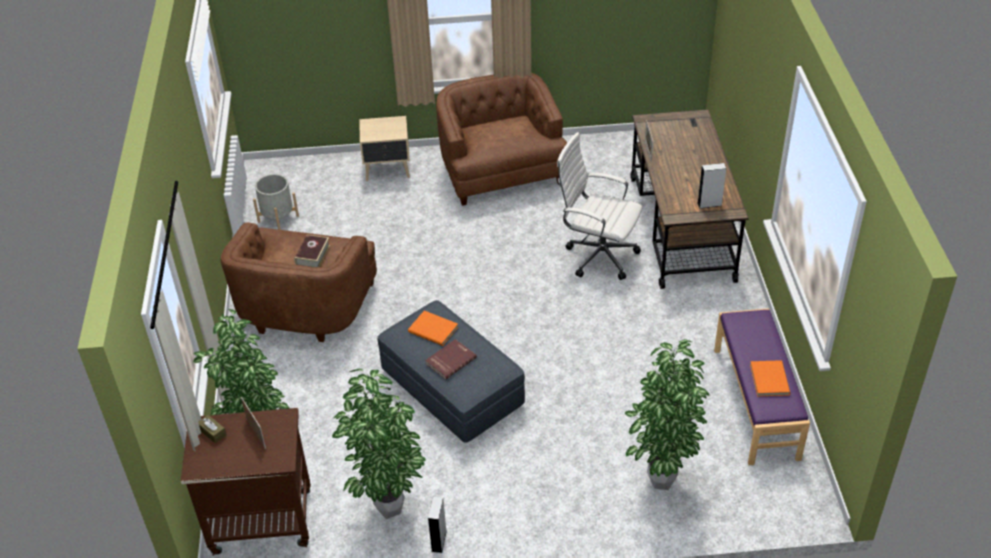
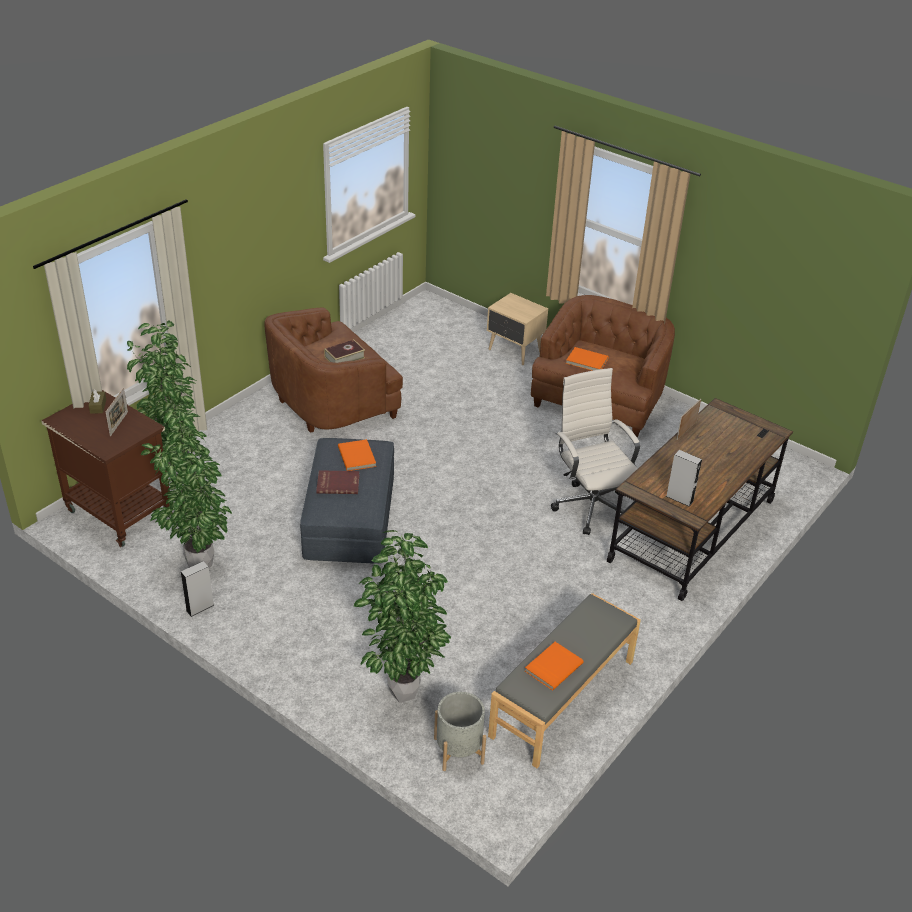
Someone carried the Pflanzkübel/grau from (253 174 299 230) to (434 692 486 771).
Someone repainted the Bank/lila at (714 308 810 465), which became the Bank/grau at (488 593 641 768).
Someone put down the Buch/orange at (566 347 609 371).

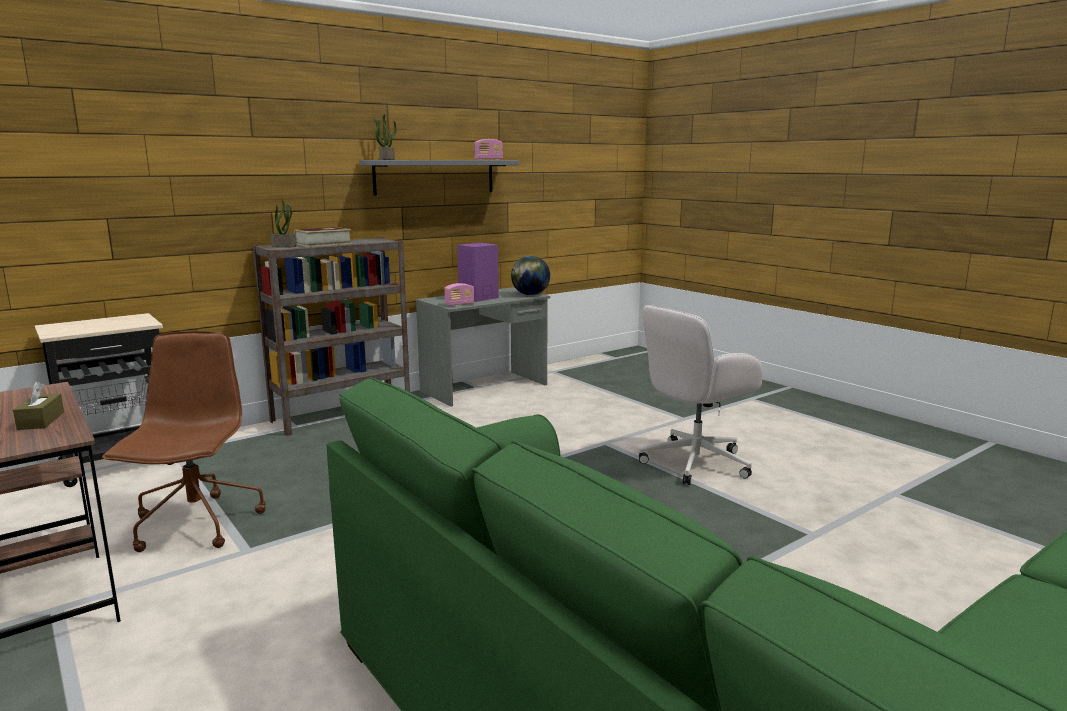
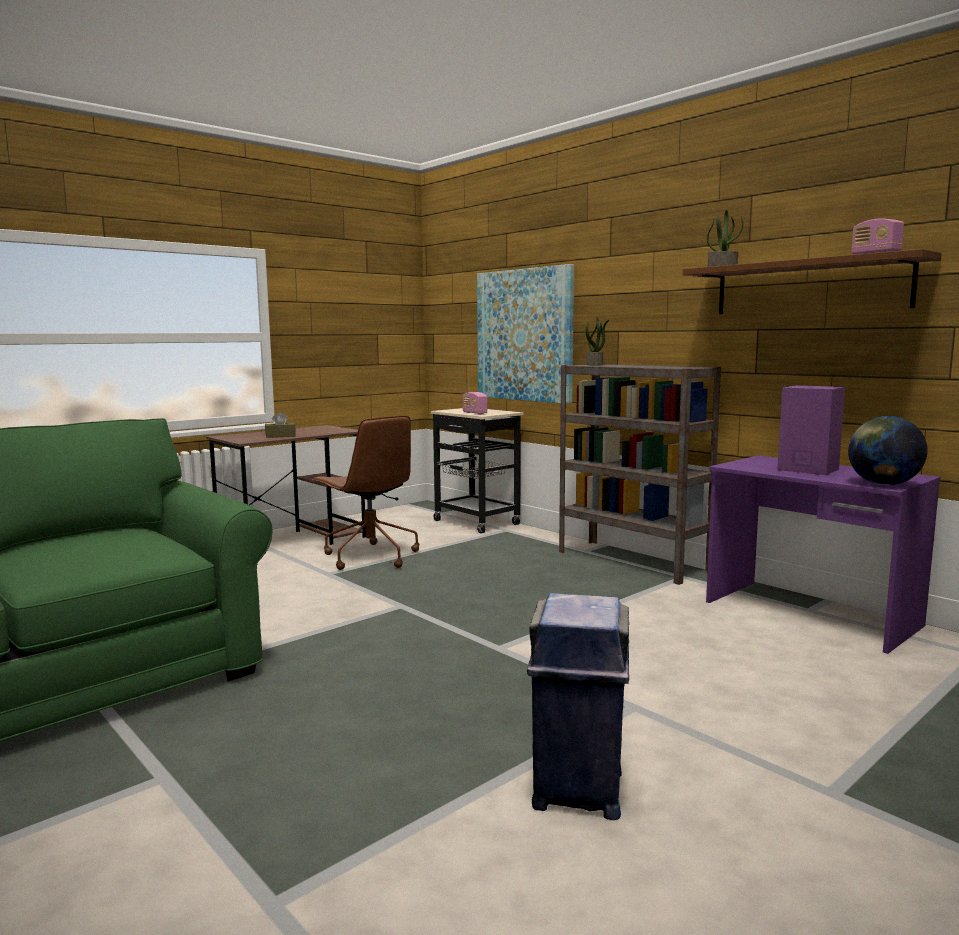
Someone repainted the Wandregal/grau at (360 160 519 196), which became the Wandregal/braun at (683 249 942 314).
Someone took away the Buch at (294 227 352 247).
Someone carried the Radio from (445 283 474 306) to (463 392 487 415).
Someone repainted the Schreibtisch/grau at (416 287 550 407), which became the Schreibtisch/lila at (706 456 941 654).
Someone swapped the Bürostuhl/weiß at (639 305 763 485) for the Mülleimer/blau at (527 593 629 820).
Someone rotated the Bürostuhl/braun at (102 331 266 552) by 60 degrees clockwise.
Someone put up the Bild at (477 264 574 404).

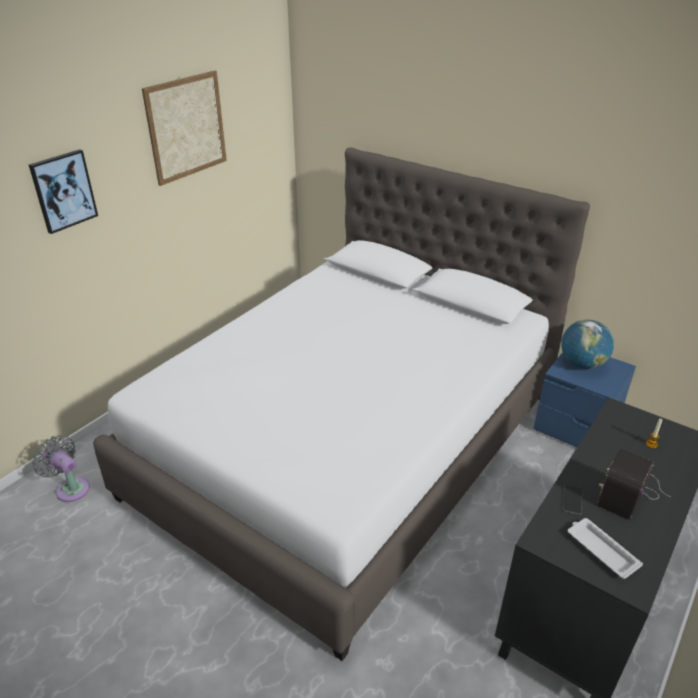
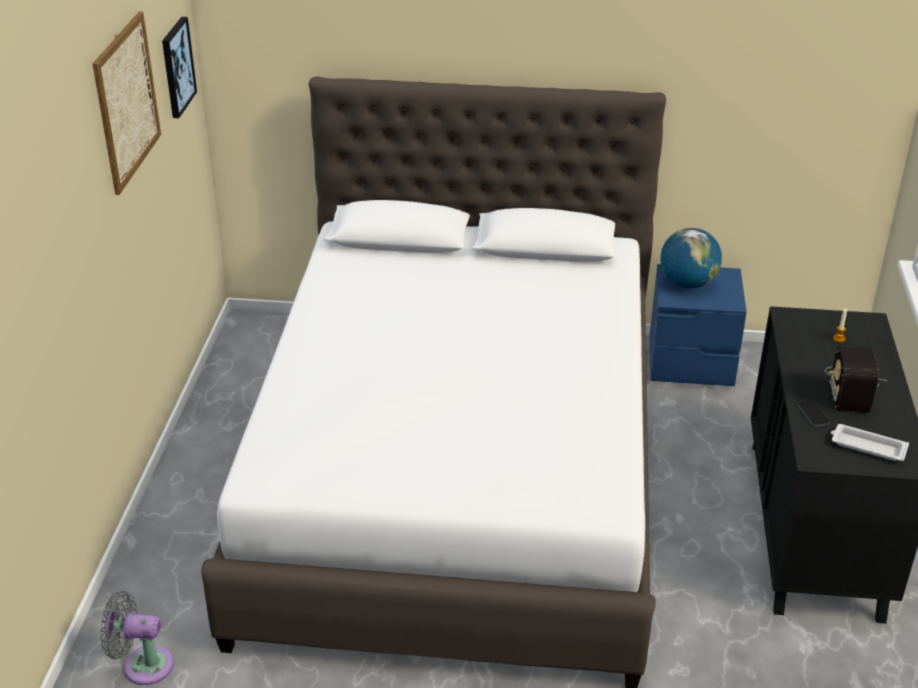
Someone carried the Bild from (29 149 98 234) to (162 17 197 118).

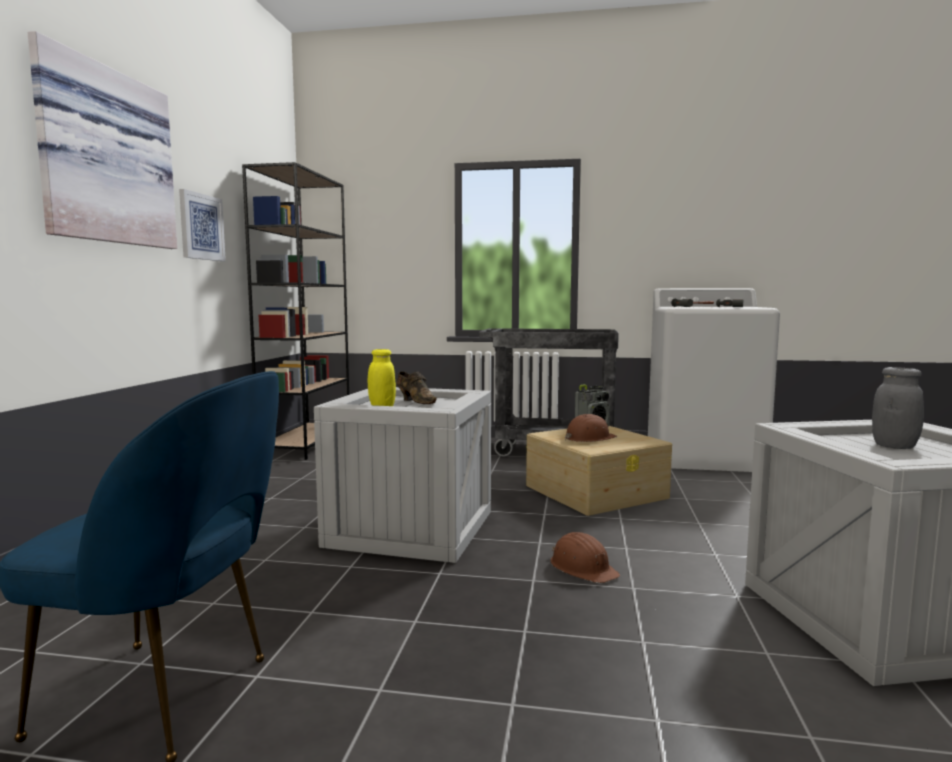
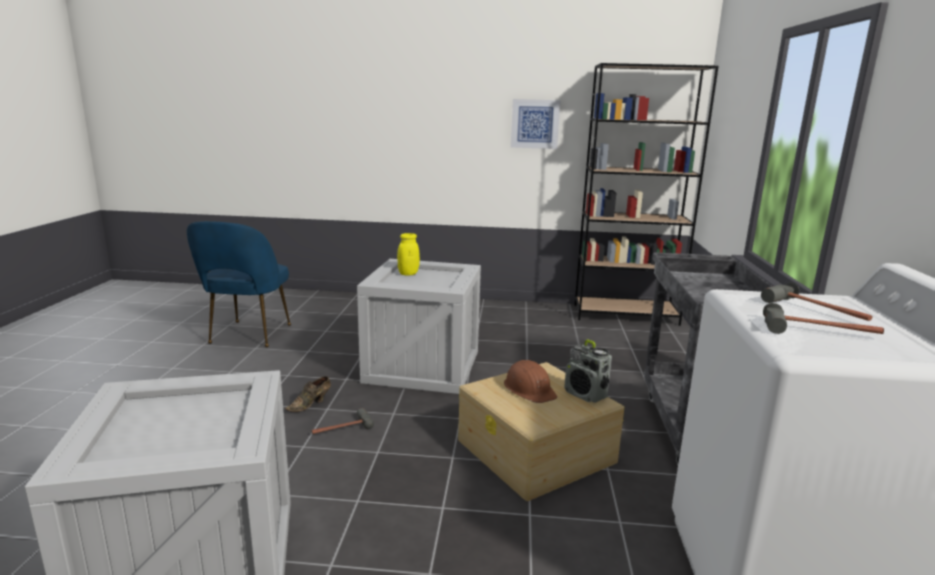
Someone took away the Bild at (28 31 177 249).
Someone took away the Vorratsglas/grau at (872 367 924 449).
Someone carried the Schuh/braun from (397 371 437 404) to (285 376 331 412).
Someone swapped the Schutzhelm/braun at (550 532 620 583) for the Hammer at (311 408 374 434).

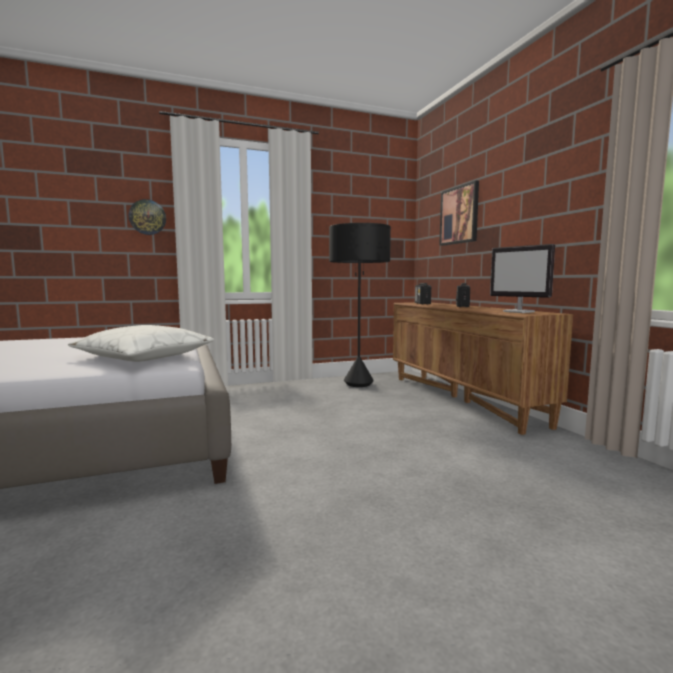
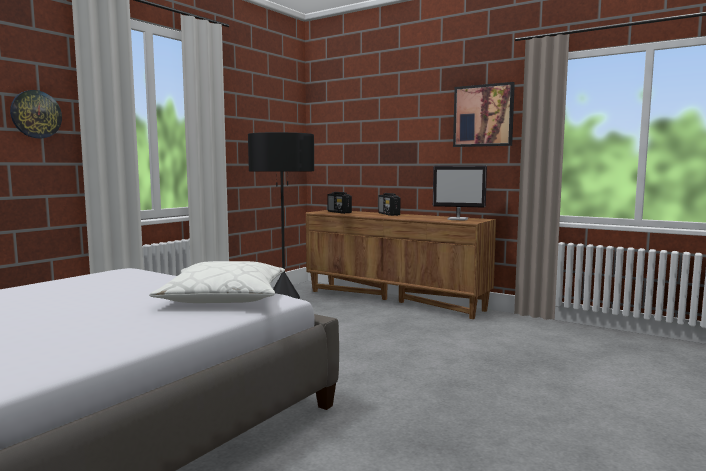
Someone carried the Bild from (439 180 479 246) to (453 82 515 147).

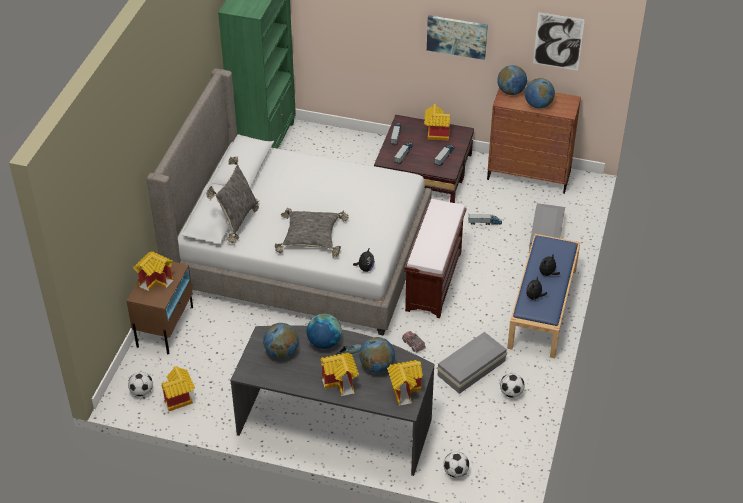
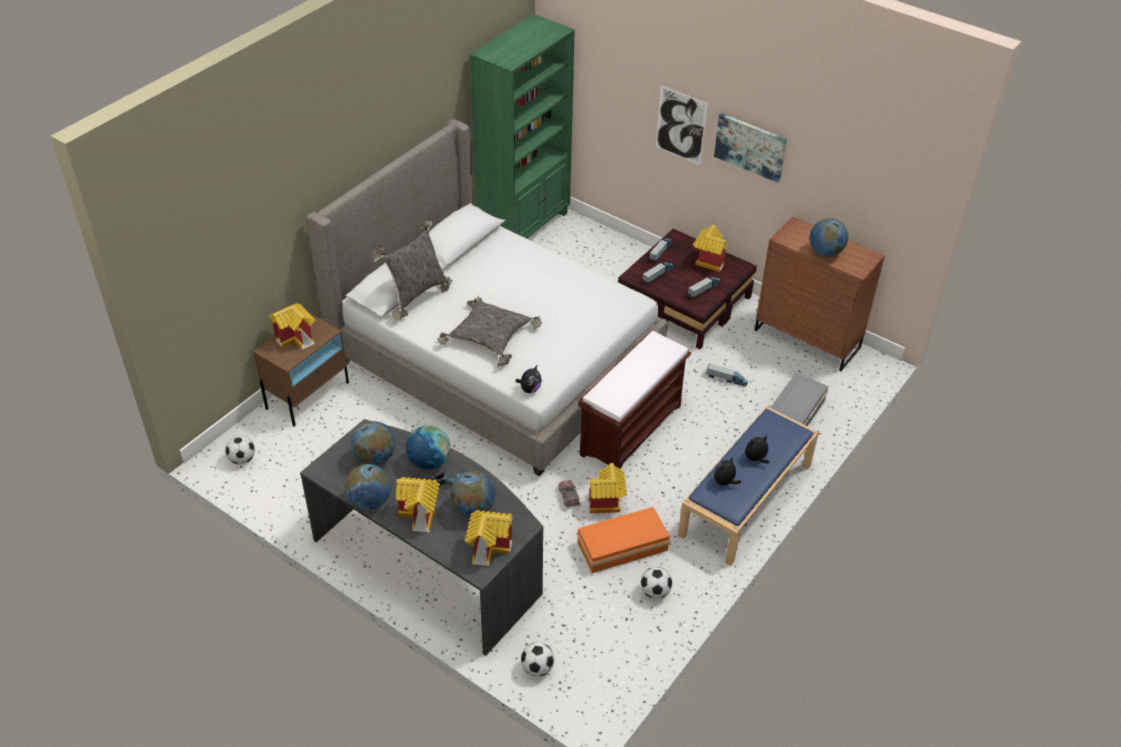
Someone carried the Bild from (533 12 585 71) to (656 85 708 166).
Someone carried the Globus from (497 65 527 95) to (345 464 391 510).
Someone repainted the Aufbewahrungsbox/grau at (437 332 507 394), which became the Aufbewahrungsbox/orange at (577 507 670 573).
Someone carried the Spielzeughaus from (161 366 195 411) to (589 463 627 513).

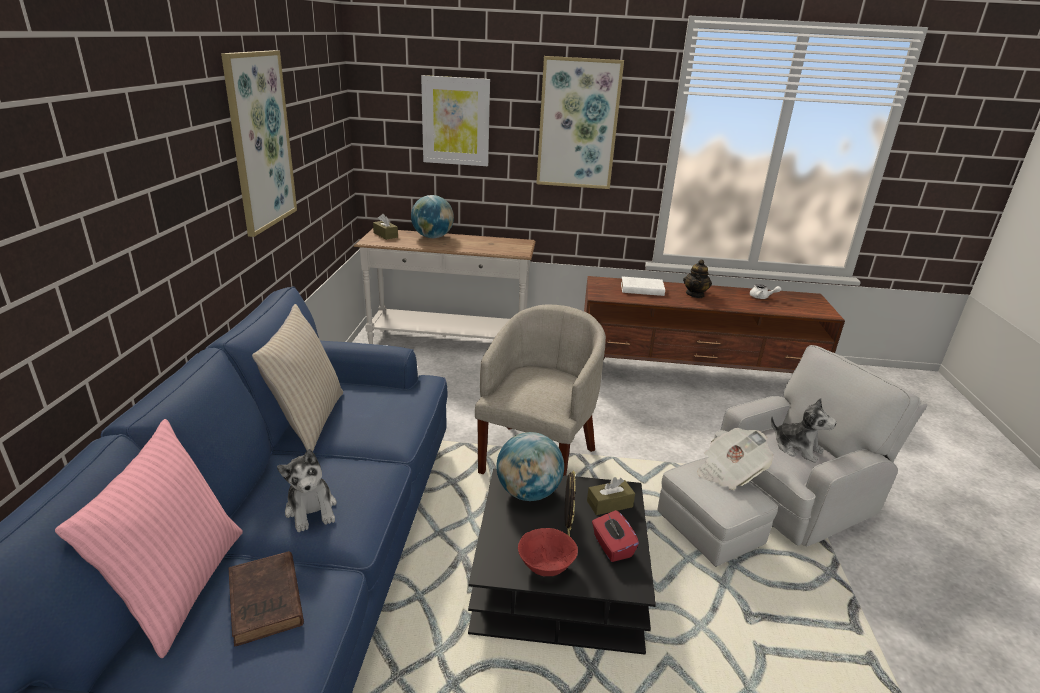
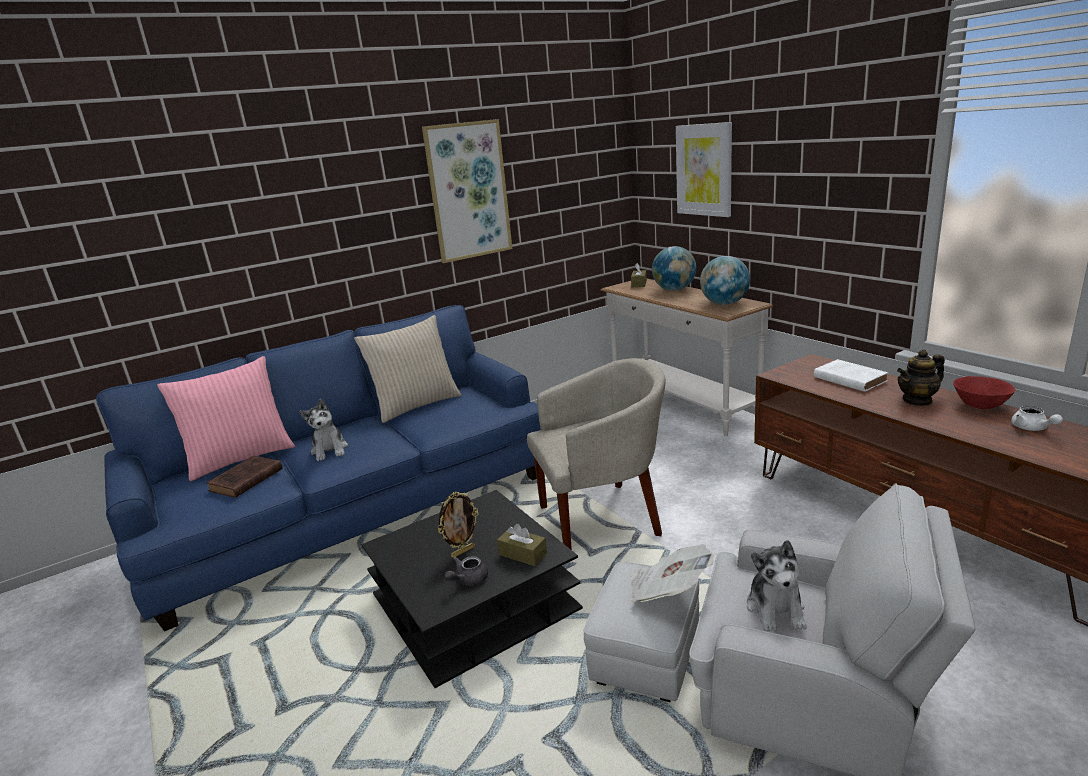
Someone took away the Bild at (536 56 624 189).
Someone carried the Globus from (497 432 564 501) to (700 256 750 305).
Someone rotated the Plüschtier at (277 449 337 532) by 45 degrees counterclockwise.
Someone swapped the Taschentuchbox/rot at (592 510 639 562) for the Teekanne/grau at (445 556 488 586).
Someone carried the Schüssel/rot from (518 528 578 576) to (953 376 1015 409).

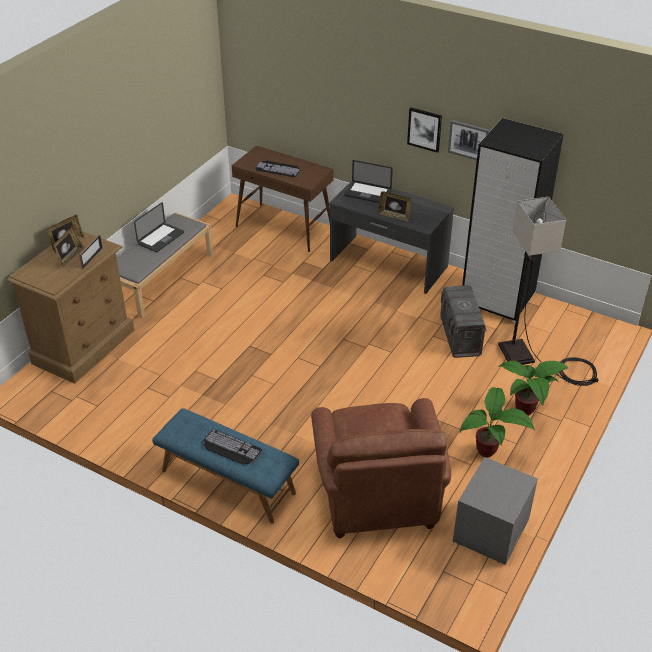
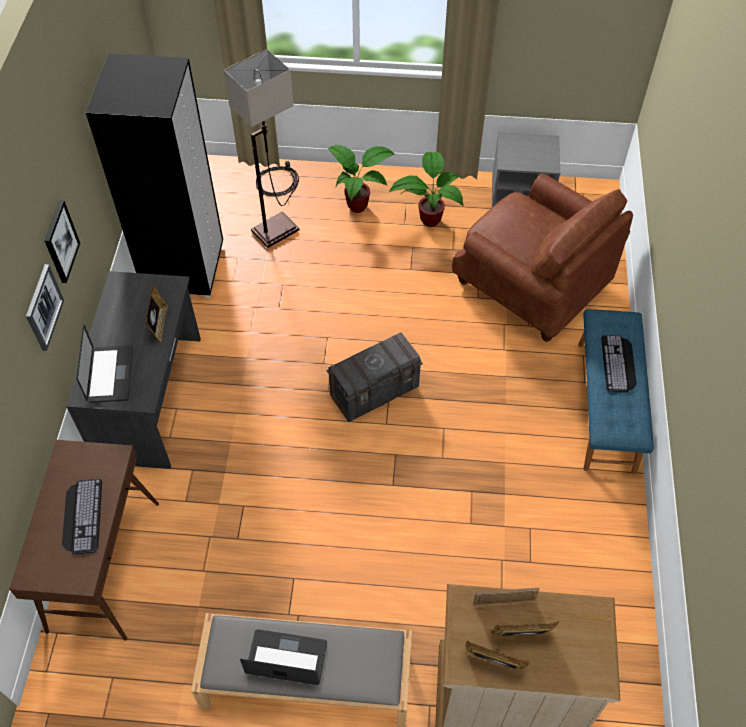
Someone carried the Bild from (448 120 490 160) to (26 264 64 351).
Someone carried the Aufbewahrungsbox/grau from (440 285 487 358) to (327 333 423 422).
Someone rotated the Sessel/braun at (311 398 451 538) by 75 degrees clockwise.

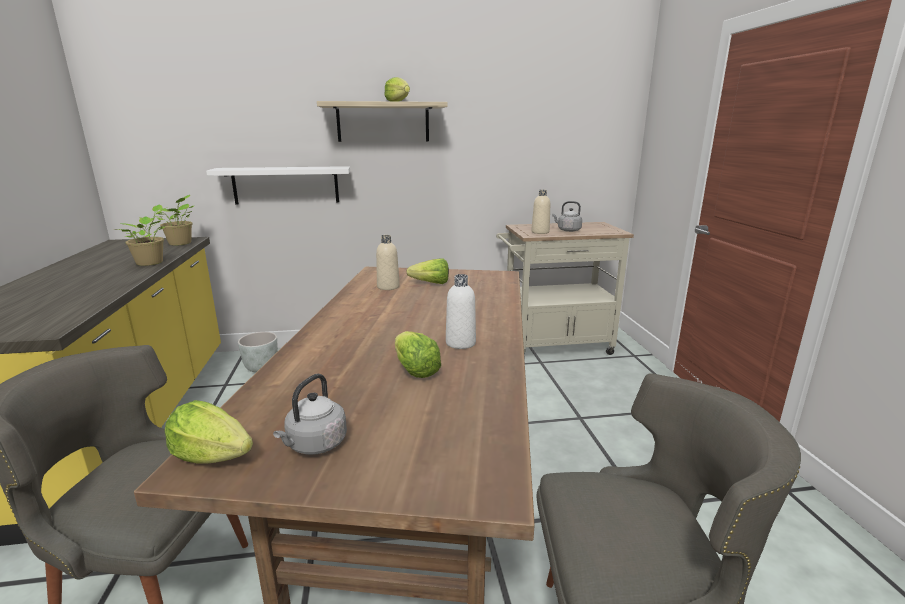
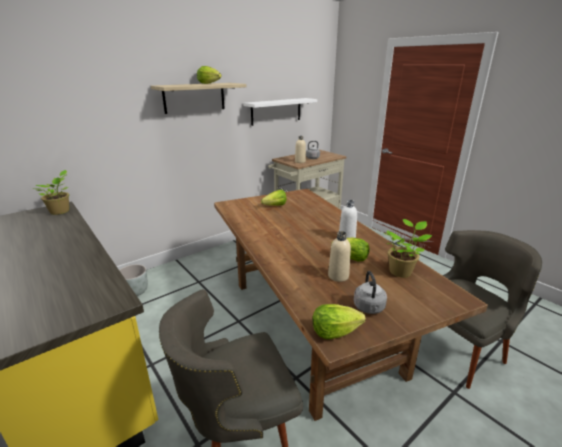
Someone carried the Wandregal/weiß from (206 166 350 205) to (243 98 317 126).
Someone carried the Topfpflanze from (117 205 166 266) to (383 219 432 277).
Someone carried the Flasche/beige from (376 235 400 290) to (328 231 351 282).

